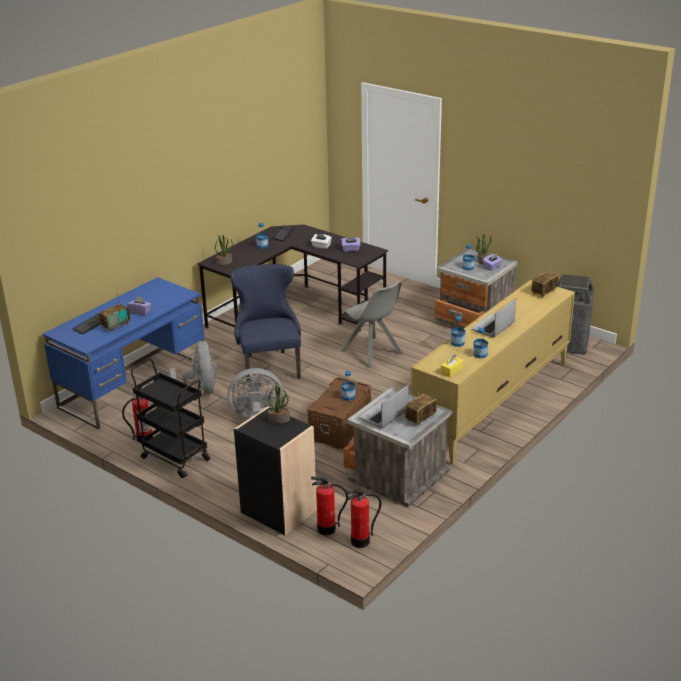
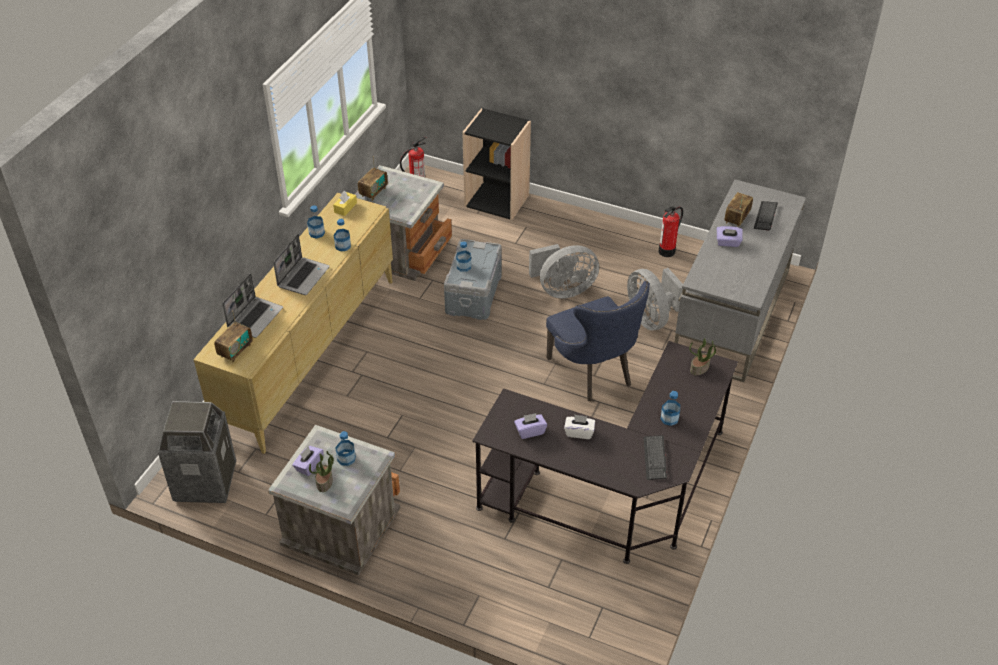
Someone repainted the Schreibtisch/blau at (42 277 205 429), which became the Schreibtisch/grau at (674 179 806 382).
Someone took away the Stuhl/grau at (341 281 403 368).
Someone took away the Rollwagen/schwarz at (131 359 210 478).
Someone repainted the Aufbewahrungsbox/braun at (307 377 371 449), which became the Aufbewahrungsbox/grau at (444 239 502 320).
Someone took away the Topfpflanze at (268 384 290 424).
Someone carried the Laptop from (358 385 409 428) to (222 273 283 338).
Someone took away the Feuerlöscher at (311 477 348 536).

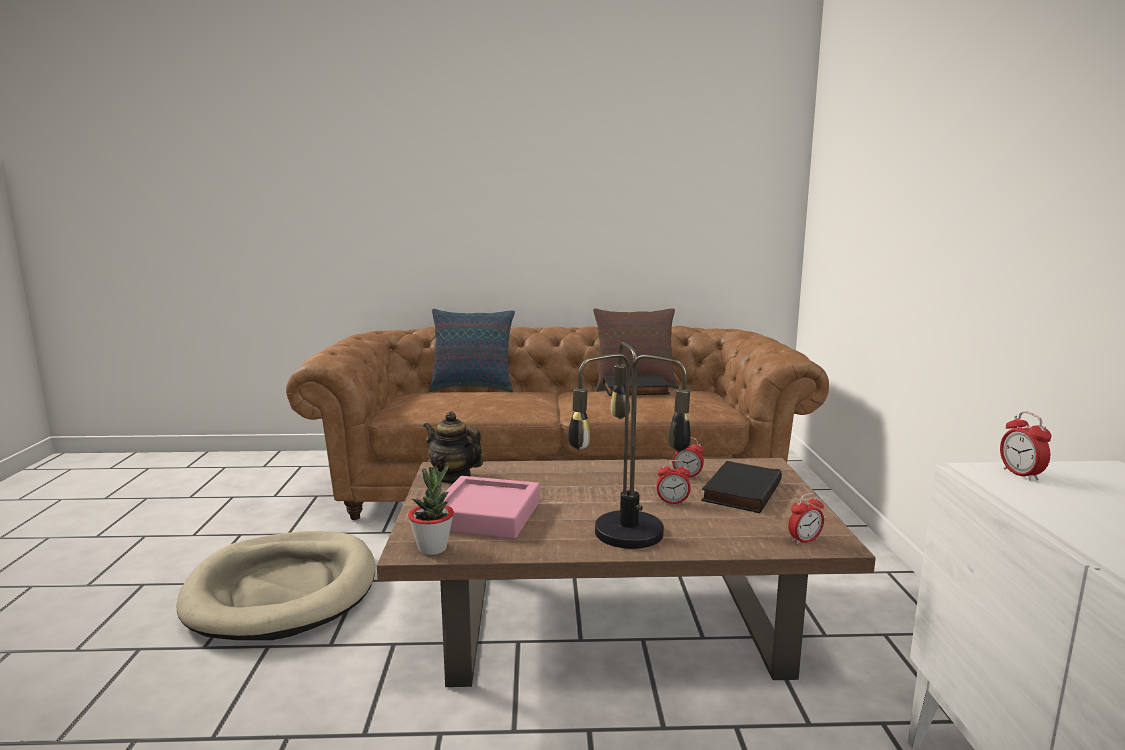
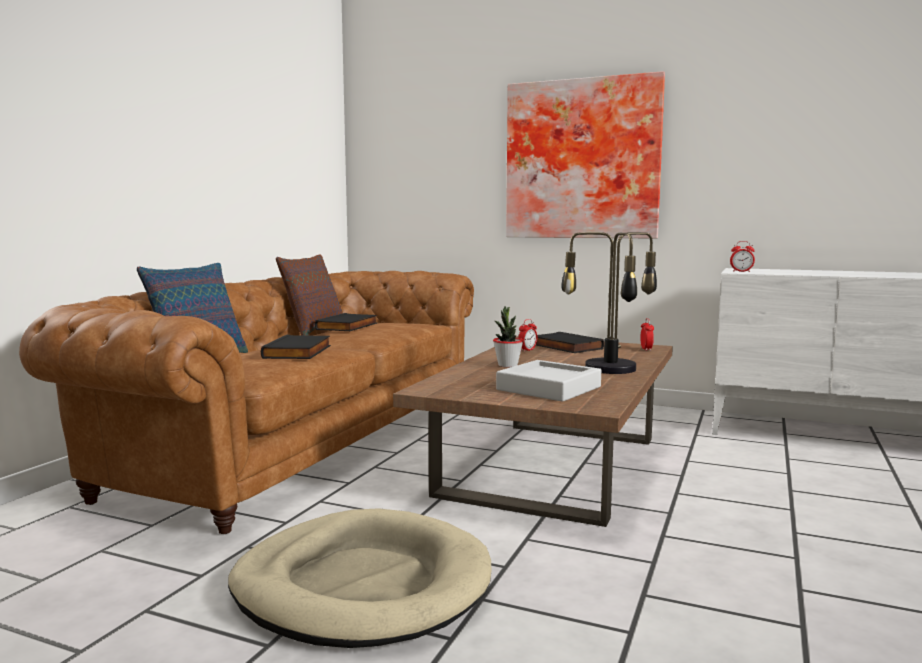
Someone took away the Teekanne at (423 411 483 484).
Someone took away the Wecker at (657 460 691 504).
Someone carried the Topfpflanze from (408 463 454 555) to (493 306 524 368).
Someone repainted the Tablett/rosa at (443 476 540 539), which became the Tablett/grau at (496 360 601 402).
Someone put up the Bild at (506 71 665 239).
Someone put down the Buch/schwarz at (261 335 331 359).

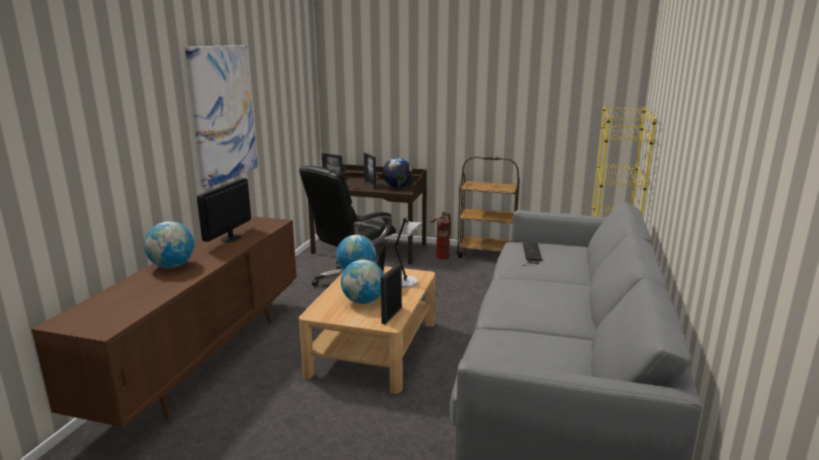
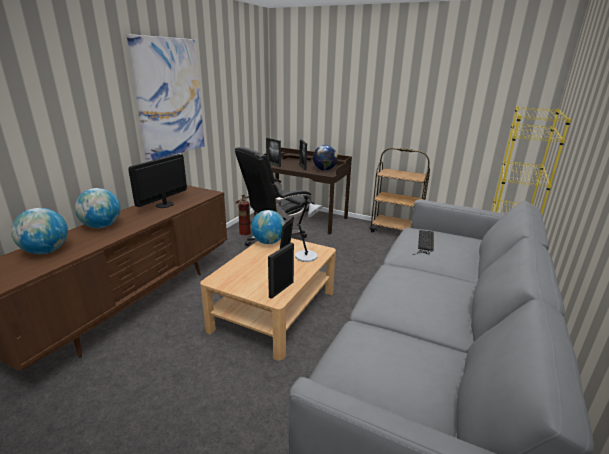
Someone carried the Feuerlöscher from (430 211 451 260) to (235 194 258 235).
Someone carried the Globus from (341 260 384 304) to (11 208 68 254).

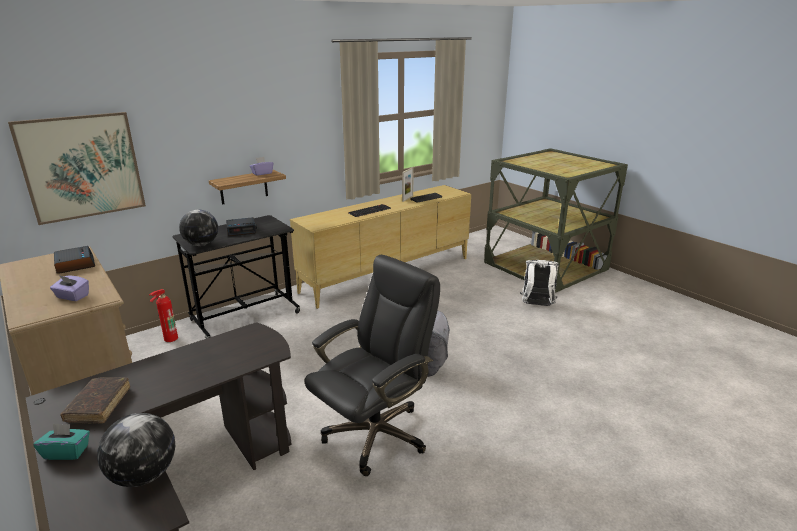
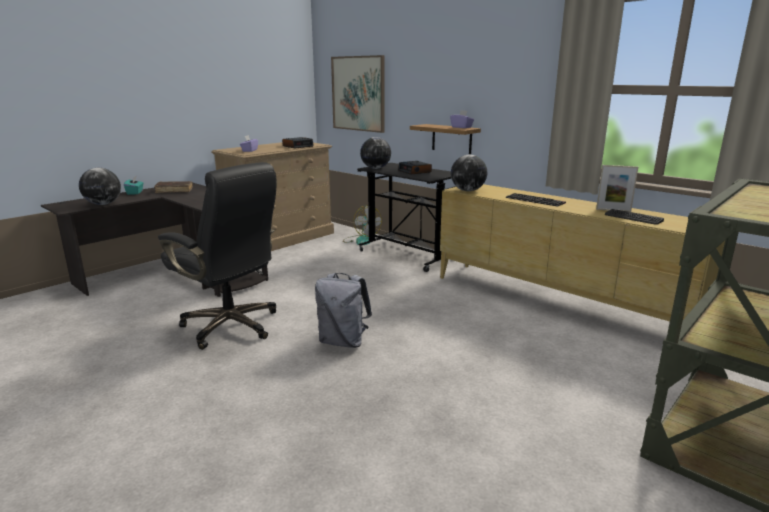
Someone took away the Rucksack/weiß at (520 260 559 306).
Someone swapped the Feuerlöscher at (149 289 178 342) for the Ventilator at (343 205 382 245).
Someone put down the Globus at (451 155 487 191).

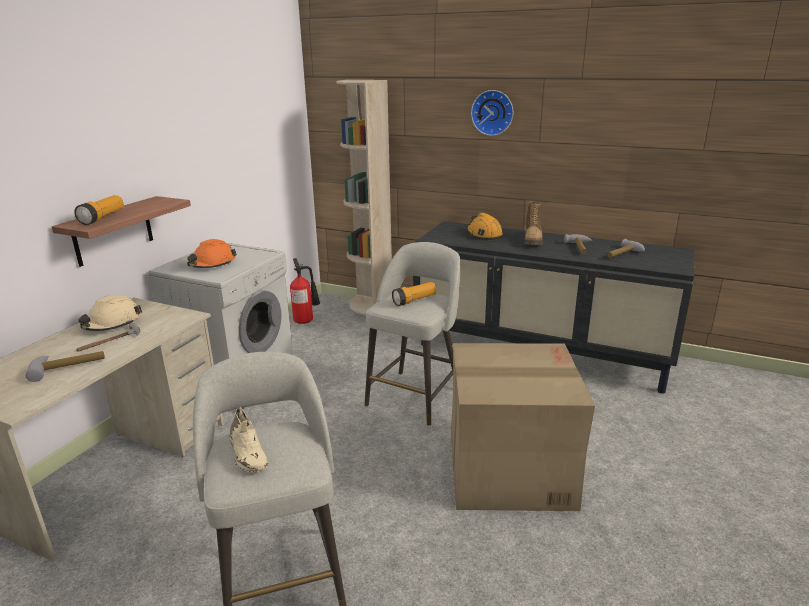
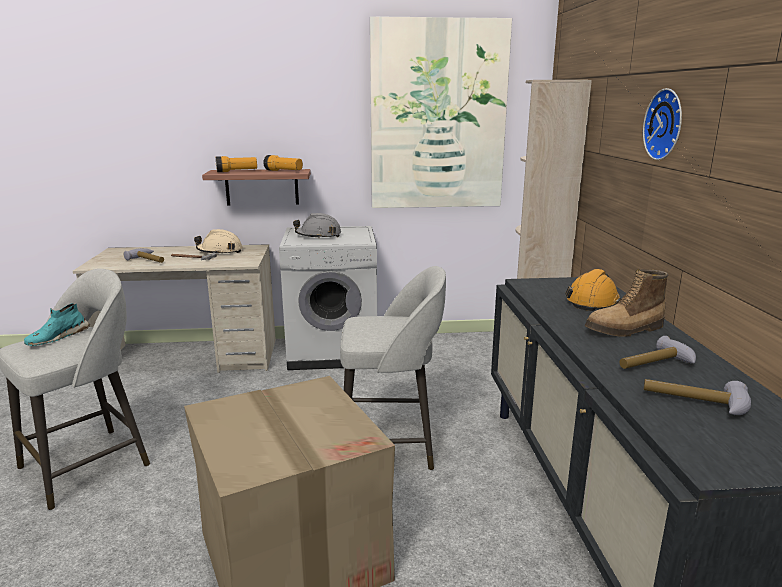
Someone repainted the Schutzhelm/orange at (187 239 237 268), which became the Schutzhelm/grau at (293 213 341 239).
Someone took away the Feuerlöscher at (290 258 320 324).
Someone carried the Taschenlampe from (392 282 436 306) to (263 155 303 171).
Someone repainted the Schuh/beige at (230 407 268 472), which became the Schuh/türkis at (24 303 90 346).
Someone put up the Bild at (370 16 512 208).

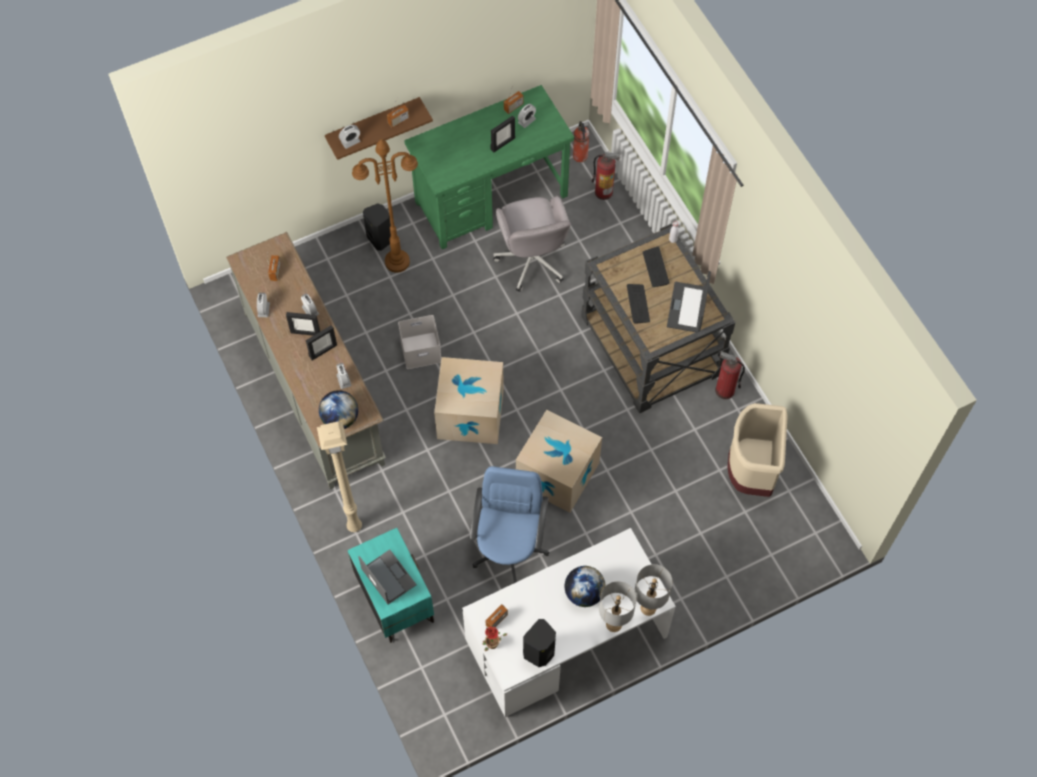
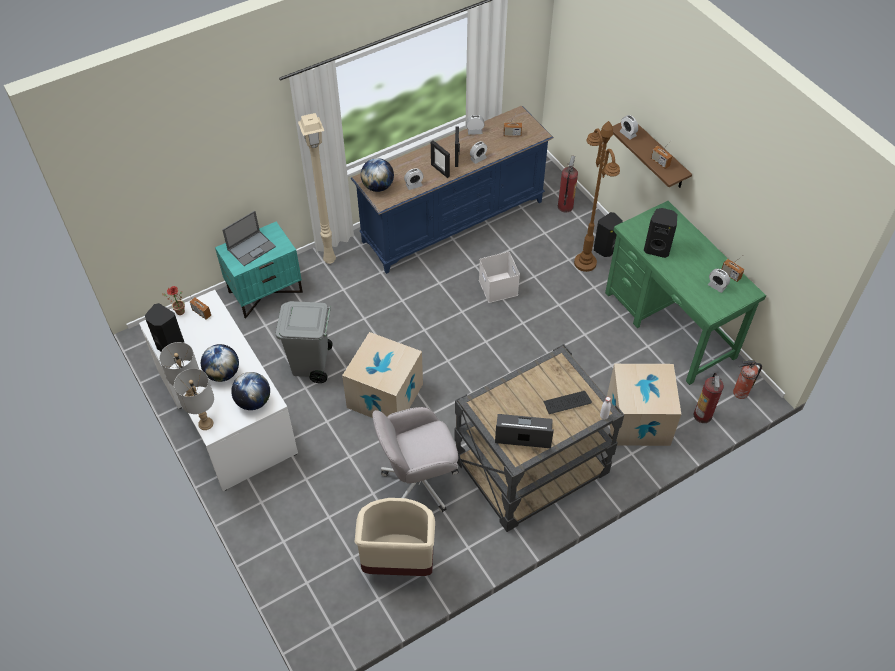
Someone took away the Bilderrahmen at (490 116 515 153).
Someone carried the Bürostuhl/grau from (493 196 571 292) to (372 407 459 512).
Someone repainted the Schrank/grau at (226 232 386 490), which became the Schrank/blau at (351 106 554 274).
Someone took away the Tastatur at (627 284 650 324).
Someone carried the Feuerlöscher from (715 351 745 399) to (558 156 578 212).
Someone carried the Karton from (434 357 504 444) to (607 364 681 446).
Someone swapped the Bürostuhl/blau at (470 466 549 583) for the Mülleimer/grau at (276 301 333 383).
Someone put down the Lautsprecher/schwarz at (644 208 677 258).
Someone put down the Globus at (231 372 270 410).

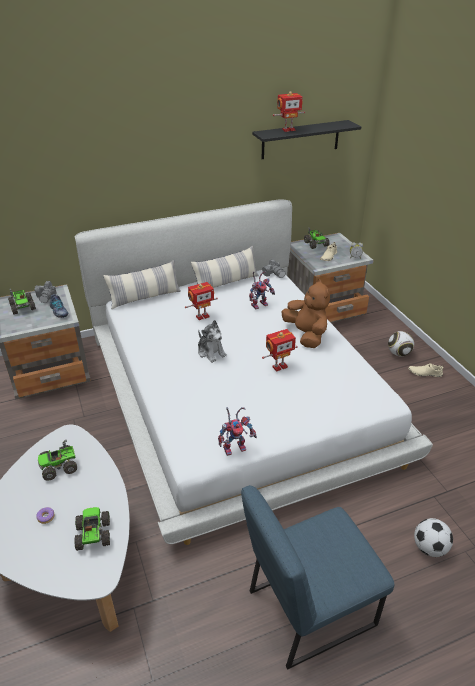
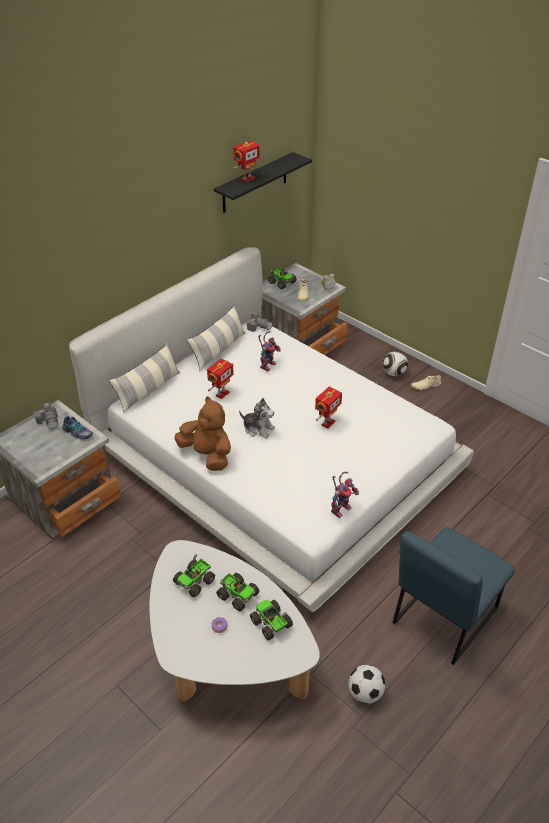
Someone carried the Plüschtier/braun from (281 279 330 348) to (175 396 231 471).
Someone carried the Spielzeuglaster from (8 288 36 315) to (216 573 260 611).
Someone carried the Fußball from (414 518 453 557) to (348 665 386 704).

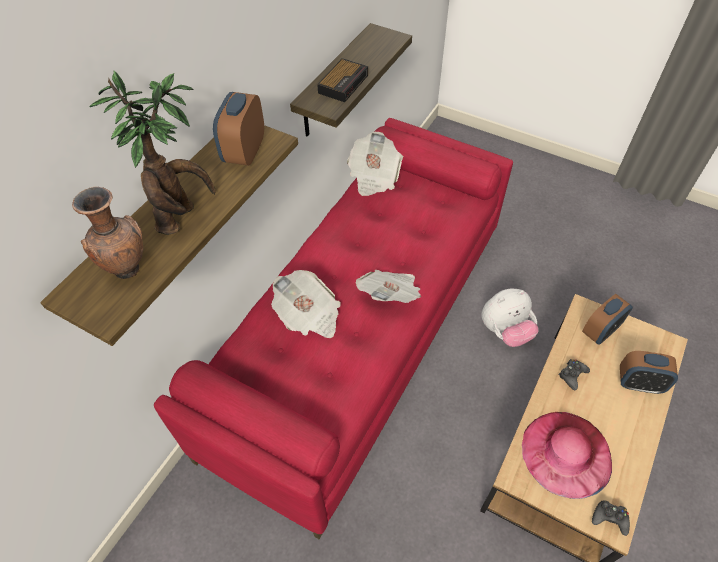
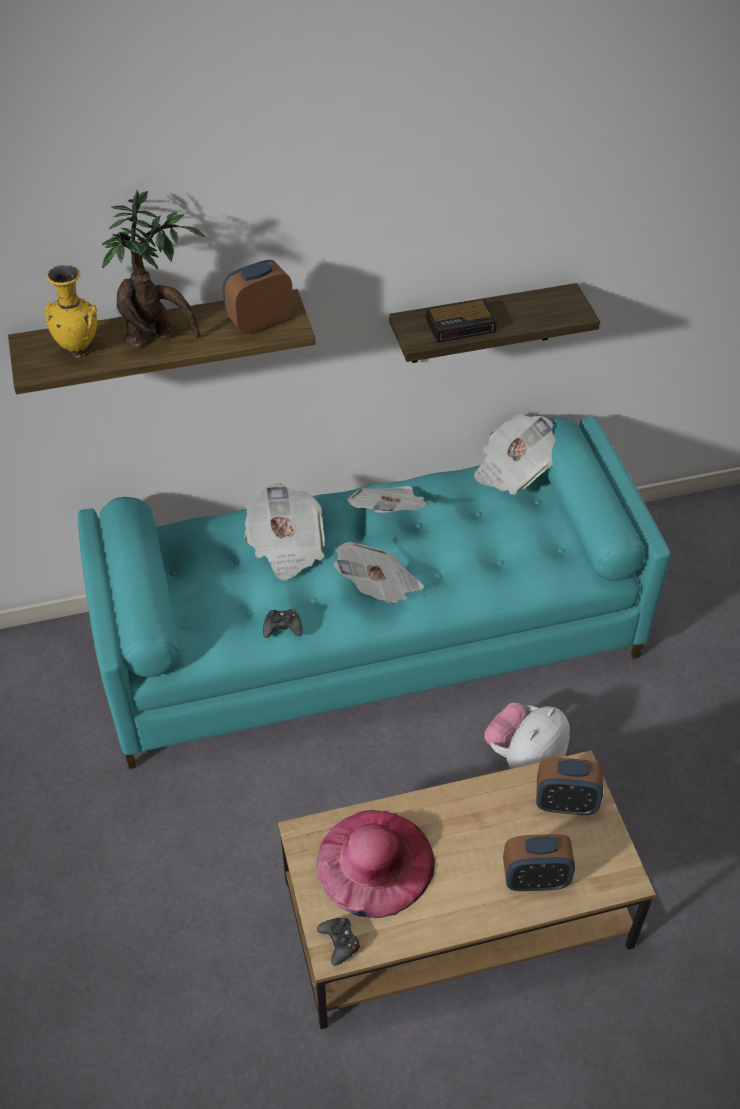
Someone repainted the Sofa/rot at (154 118 513 539), which became the Sofa/türkis at (78 416 671 769).
Someone repainted the Vase/braun at (72 187 143 279), which became the Vase/gelb at (44 265 97 358).
Someone rotated the Plüschtier at (481 289 538 347) by 105 degrees clockwise.
Someone rotated the Wecker at (620 351 678 394) by 60 degrees counterclockwise.
Someone carried the Gamepad/schwarz from (558 359 590 390) to (263 609 302 638).
Someone put down the Zeitung at (348 486 429 513).

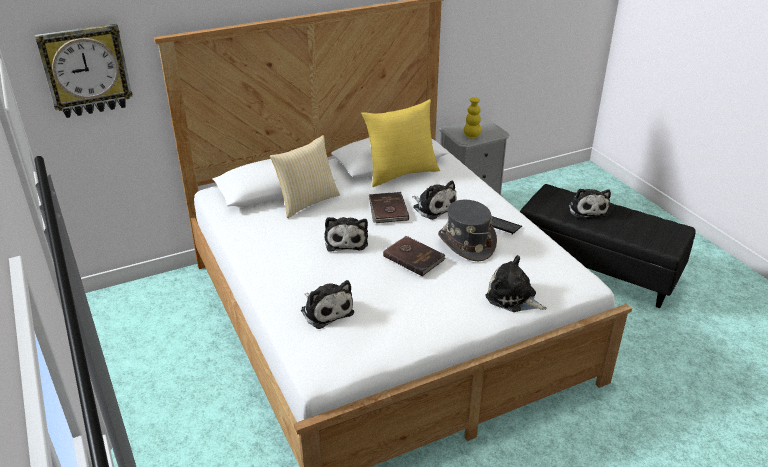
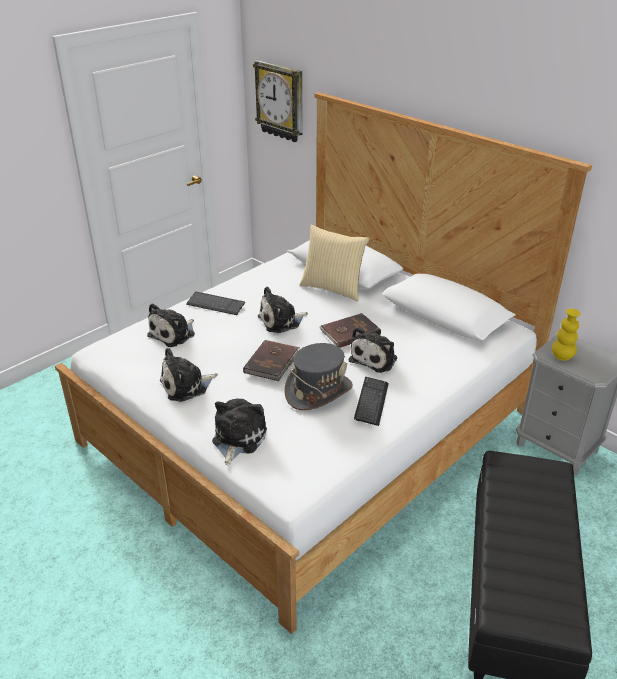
Someone took away the Kissen/gelb at (361 99 440 187).
Someone carried the Plüschtier from (568 189 611 218) to (160 348 218 402).
Someone put down the Tastatur at (186 292 245 315).

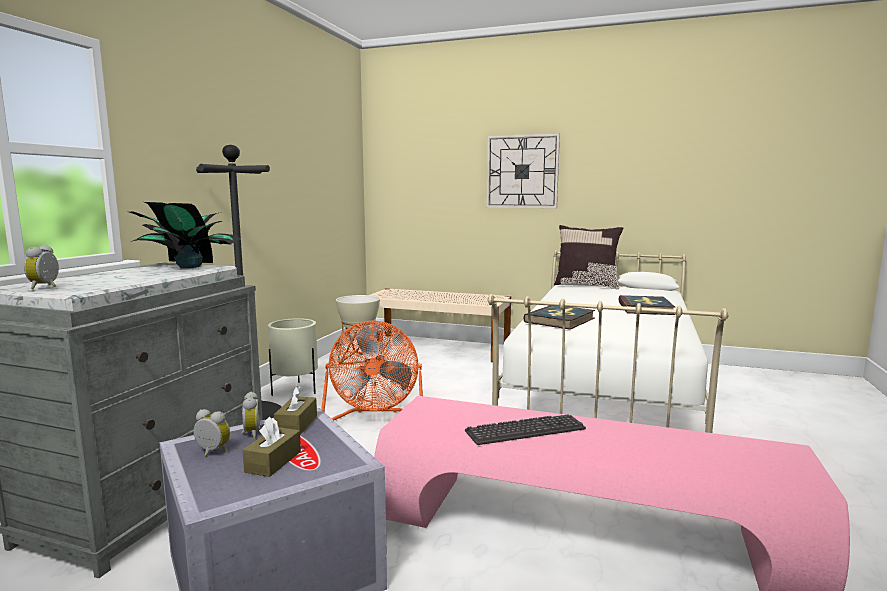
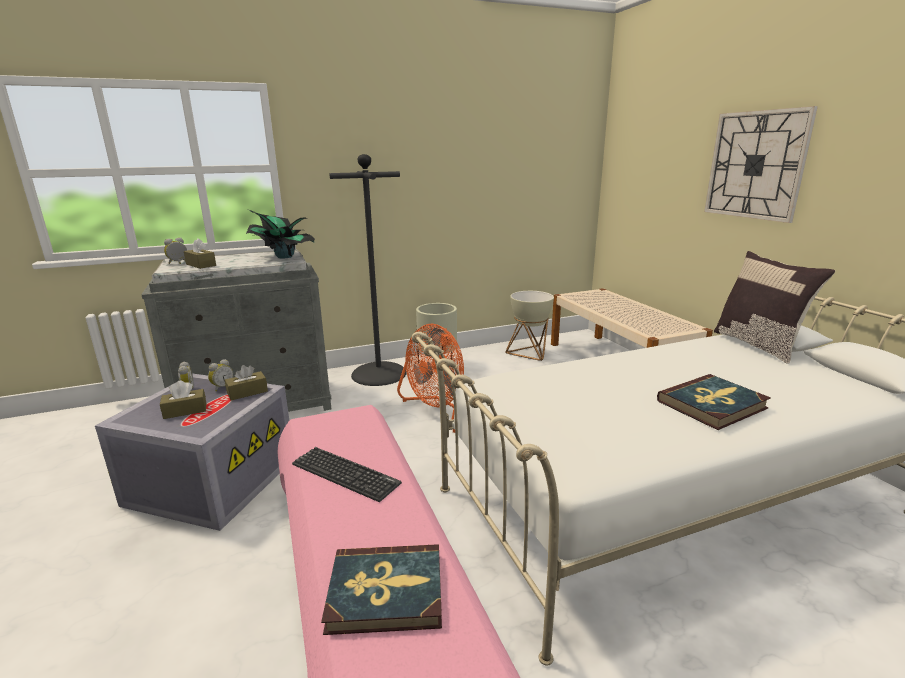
Someone carried the Buch from (523 306 595 330) to (321 544 442 635).
Someone put down the Taschentuchbox/braun at (184 238 216 269).

